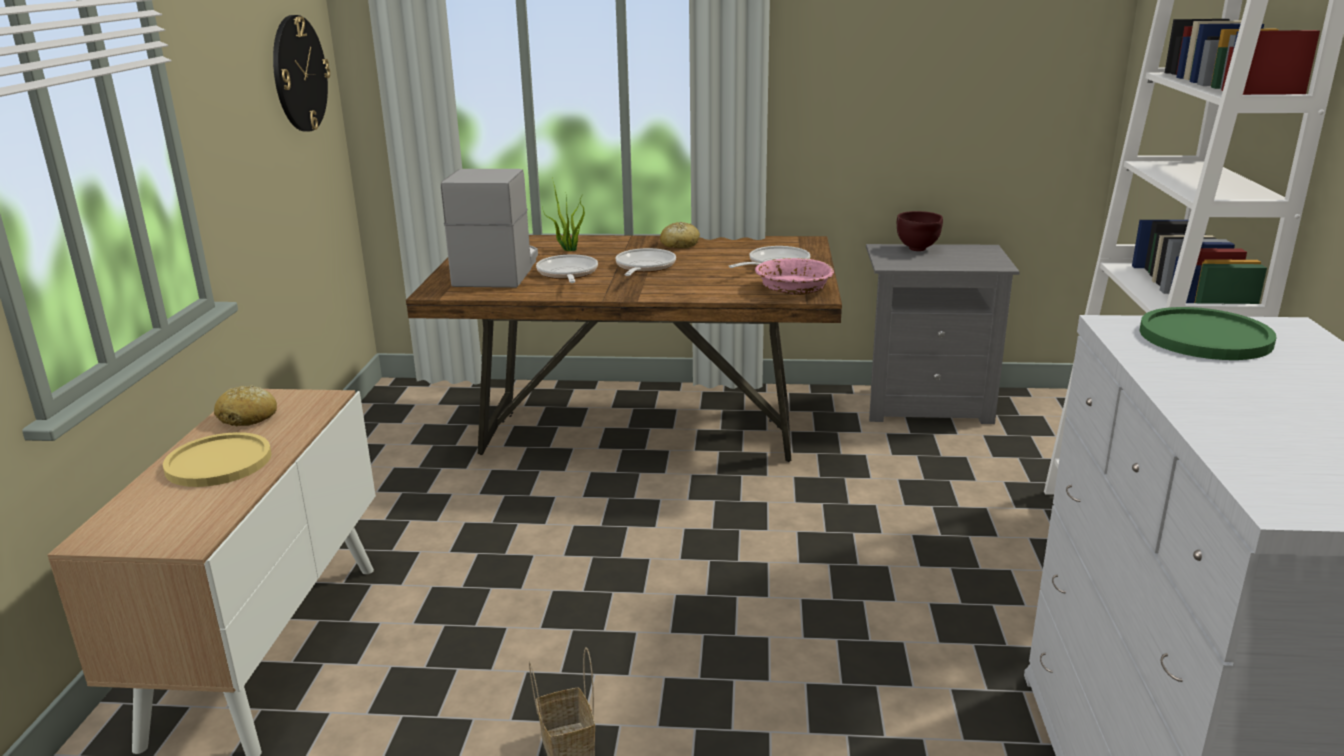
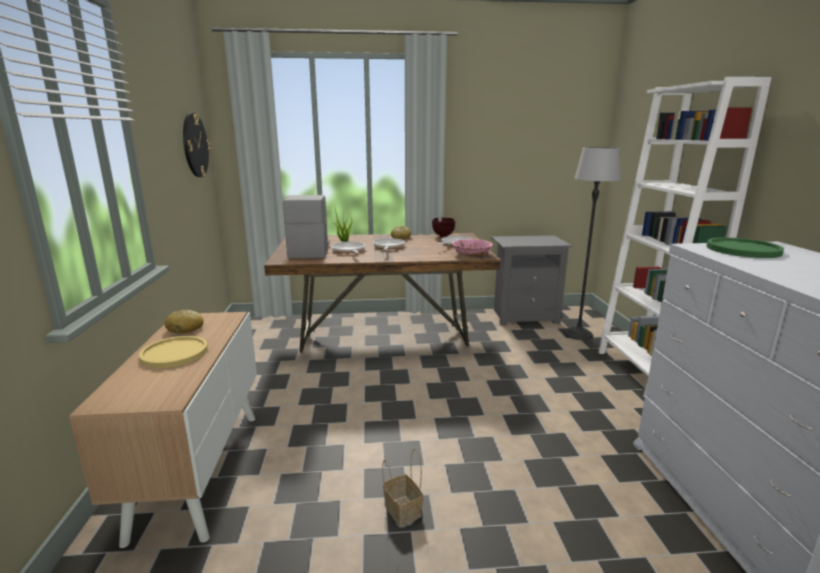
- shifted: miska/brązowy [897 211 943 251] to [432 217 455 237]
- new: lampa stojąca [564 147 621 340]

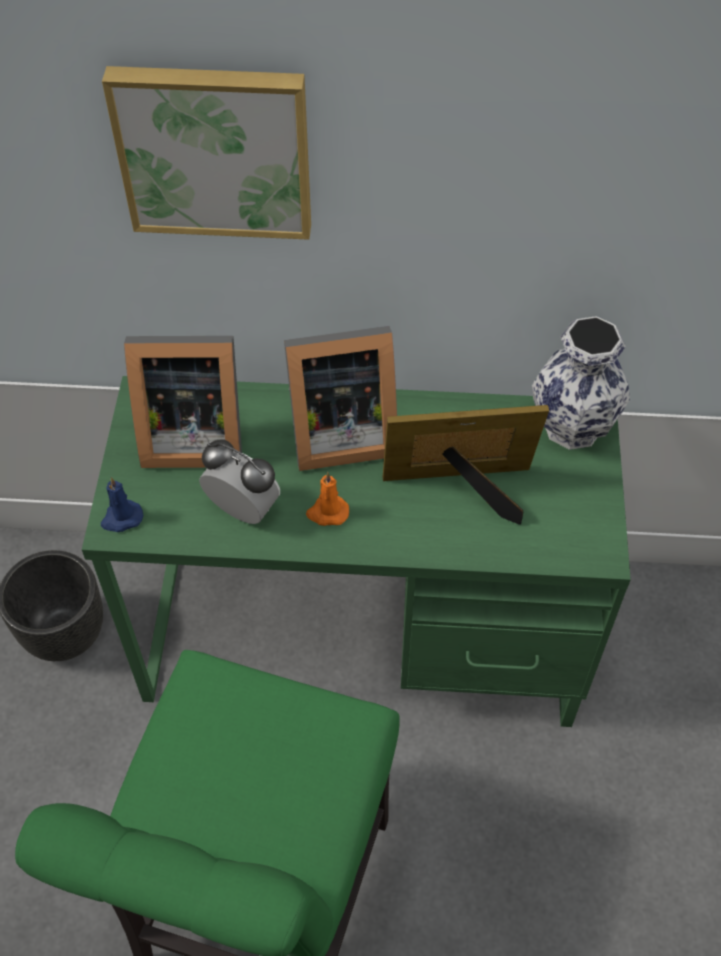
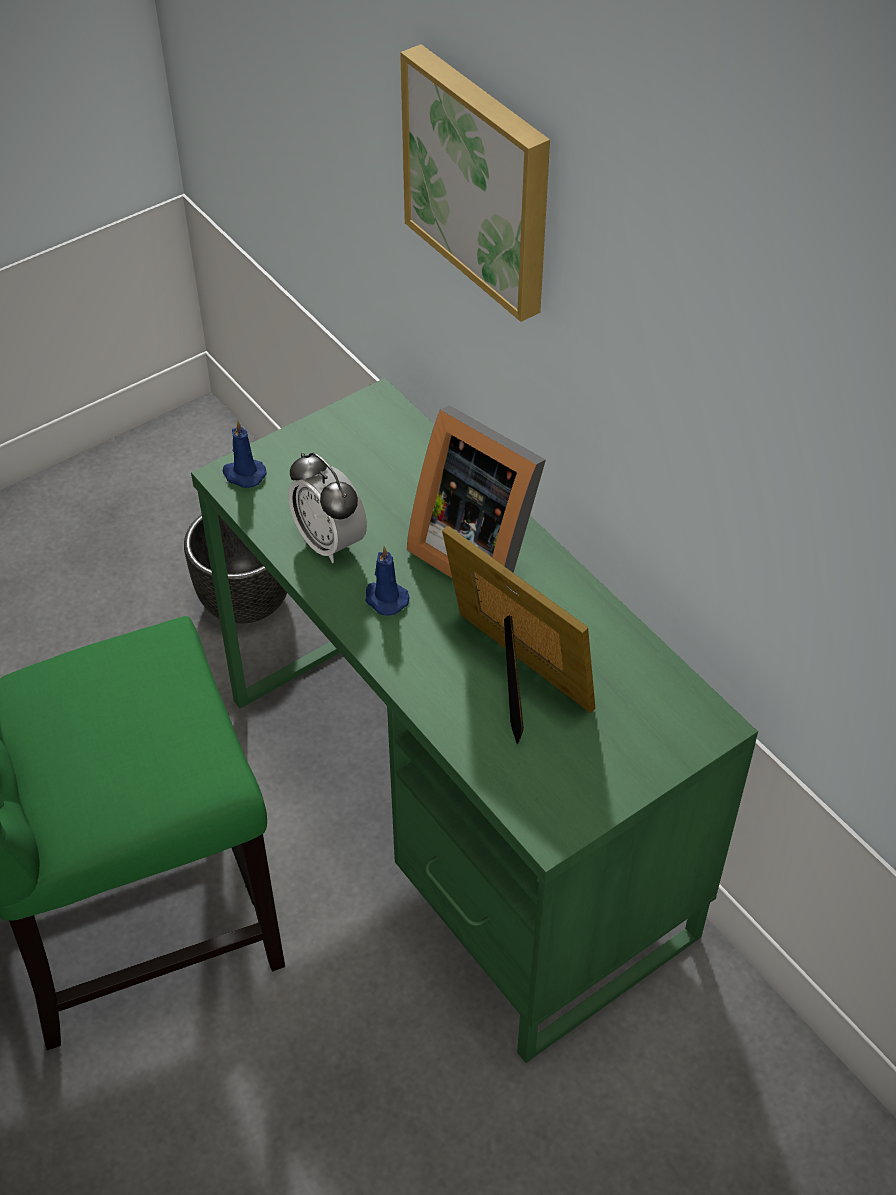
- rotated: budzik [199 439 280 524] = [288 452 367 563] 150 degrees clockwise
- repainted: świeca/pomarańczowy [306 472 349 526] to świeca/niebieski [365 546 410 616]
- gone: ramka na zdjęcie [124 336 242 468]
- gone: wazon [532 316 630 450]

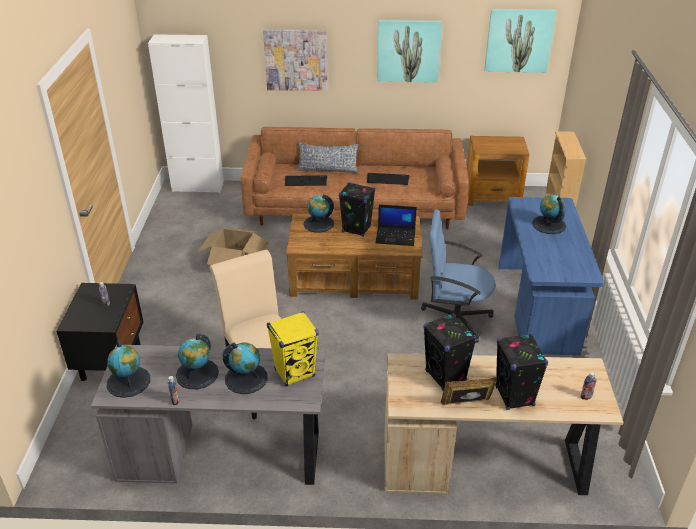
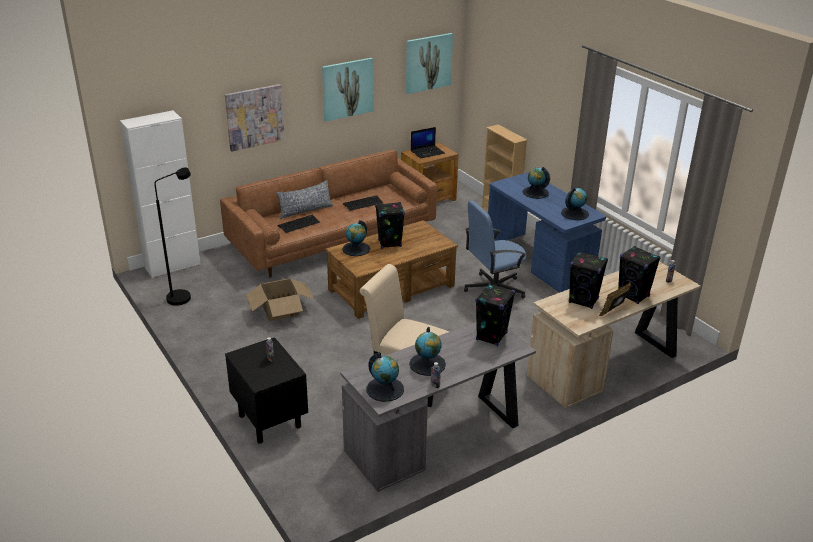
- new: lampa stojąca/czarny [154 168 191 306]
- shifted: laptop [375 205 417 246] to [411 127 445 159]
- repainted: głośnik/żółty [267 311 318 387] to głośnik/czarny [475 283 515 346]
- shifted: globus [222 342 268 394] to [561 187 589 220]

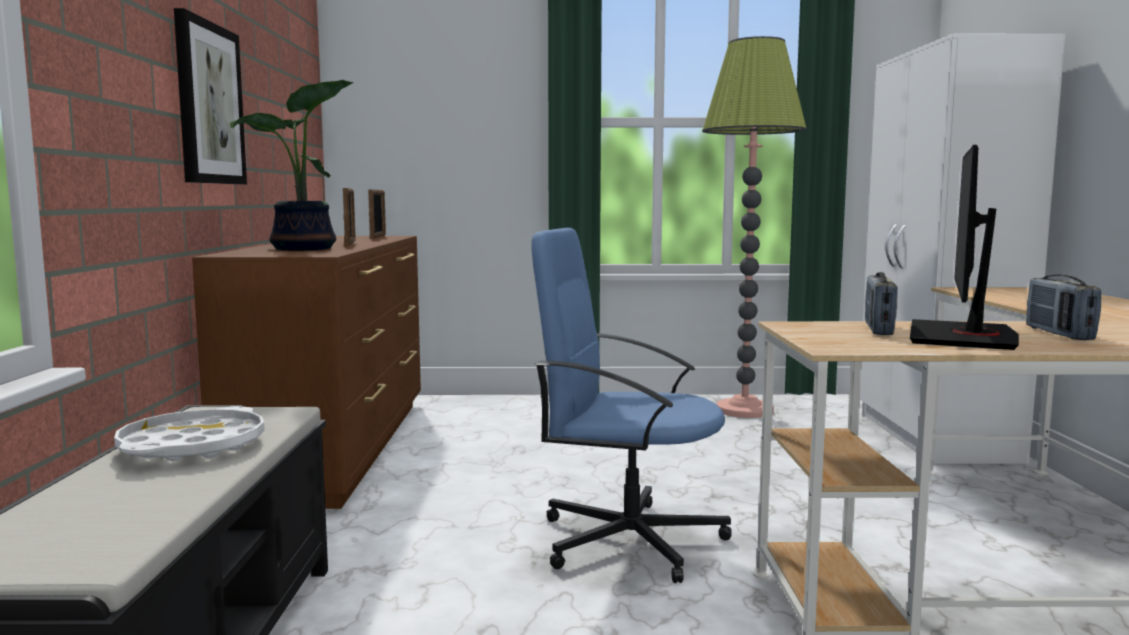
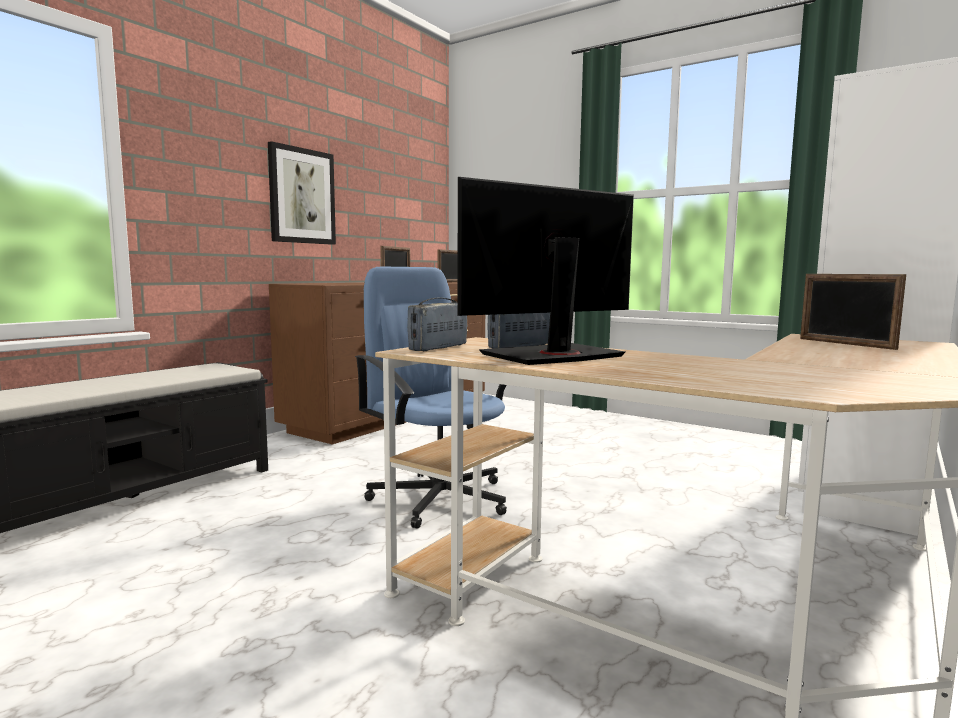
- shifted: radio [1026 275 1101 340] to [407 298 467 351]
- new: ramka na zdjęcie [800 274 906 350]
- gone: taca/biały [114 406 264 461]
- gone: roślina doniczkowa [229 80 354 250]
- gone: lampa stojąca [702 36 807 418]

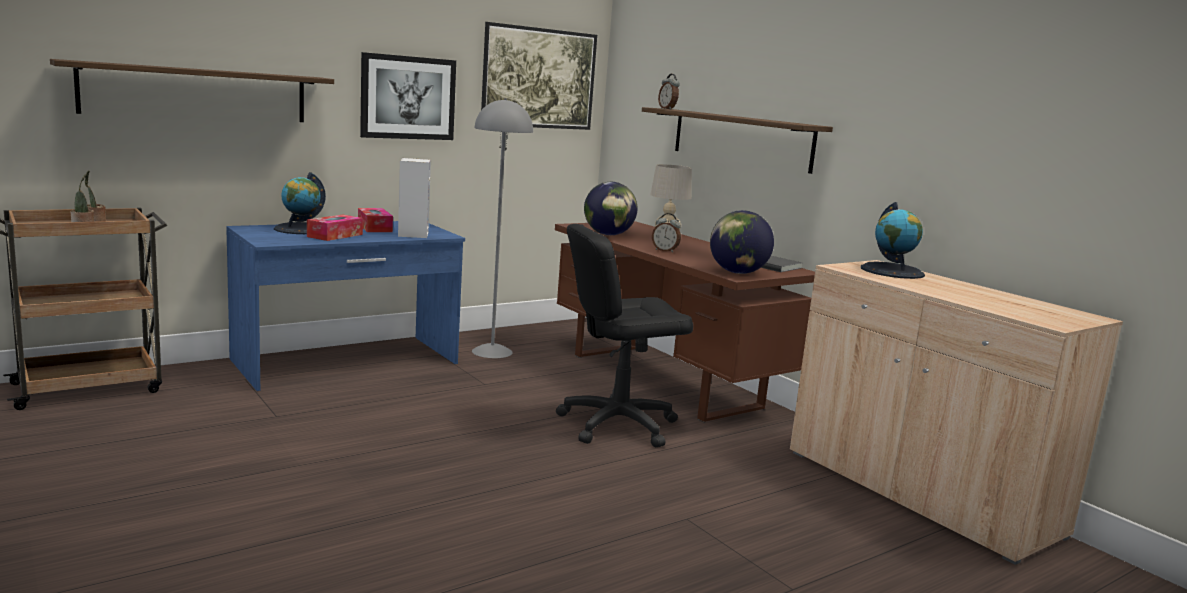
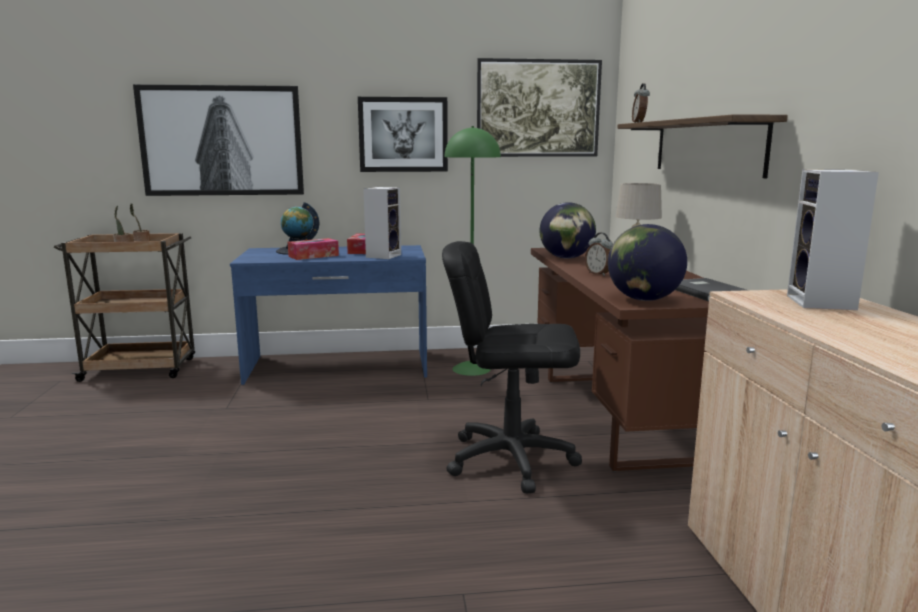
- swapped: półka [50 59 334 122] to obraz [133 84 304 196]
- repainted: lampa stojąca/szary [472 98 533 358] to lampa stojąca/zielony [444 126 501 376]
- swapped: globus [861 202 925 279] to głośnik [787 170 879 310]

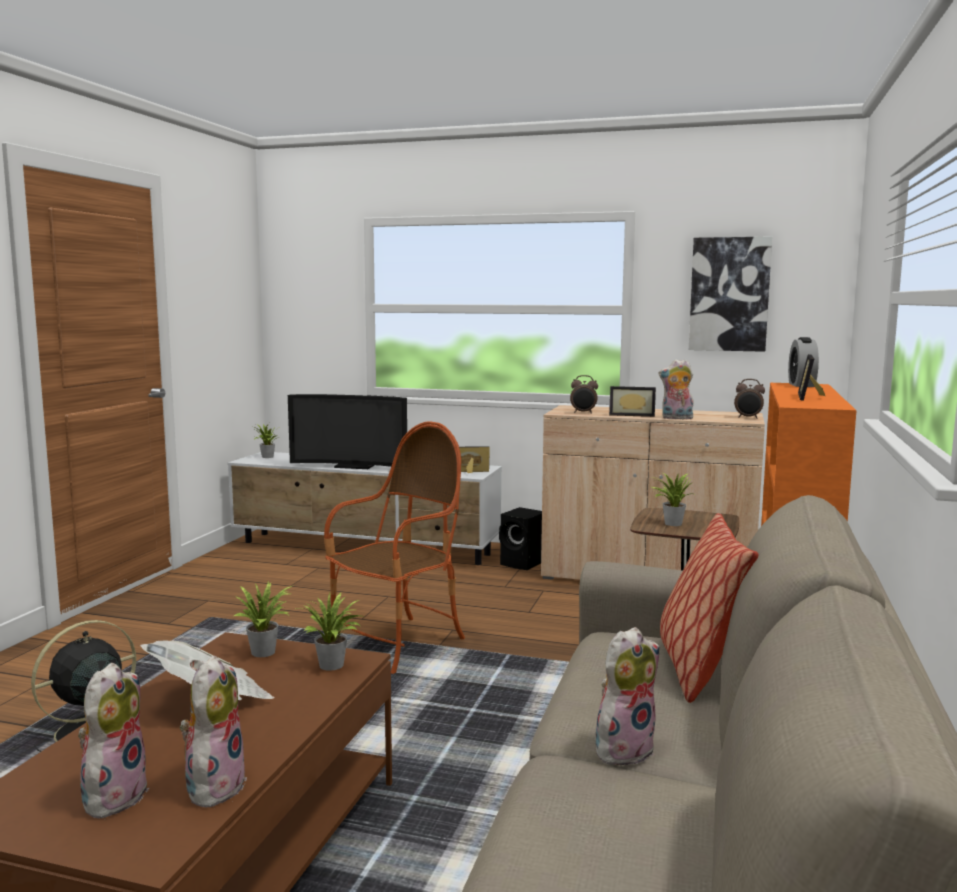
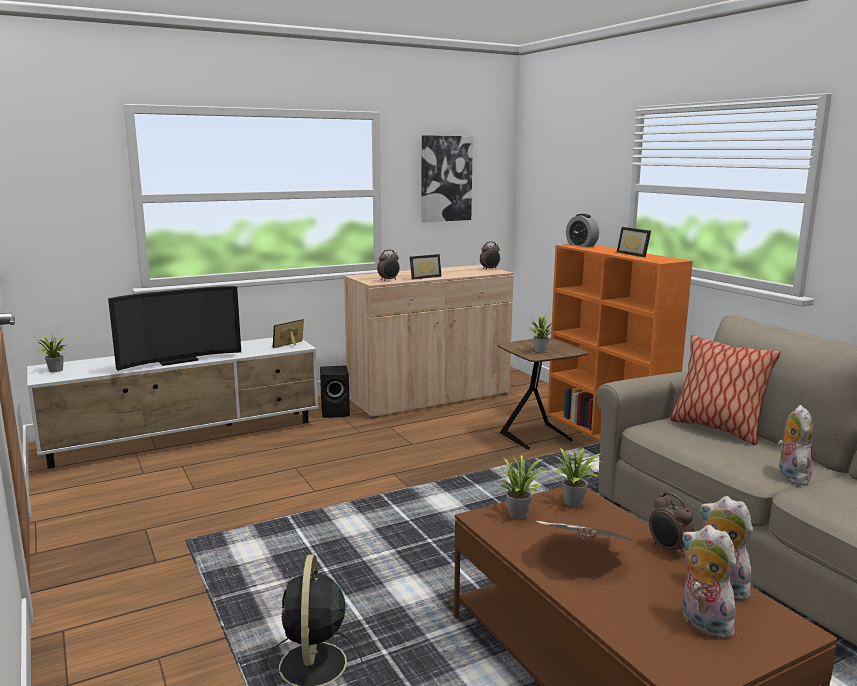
- new: budzik [649 492 694 557]
- gone: fotel [324 421 465 674]
- gone: pluszak [659 359 694 419]

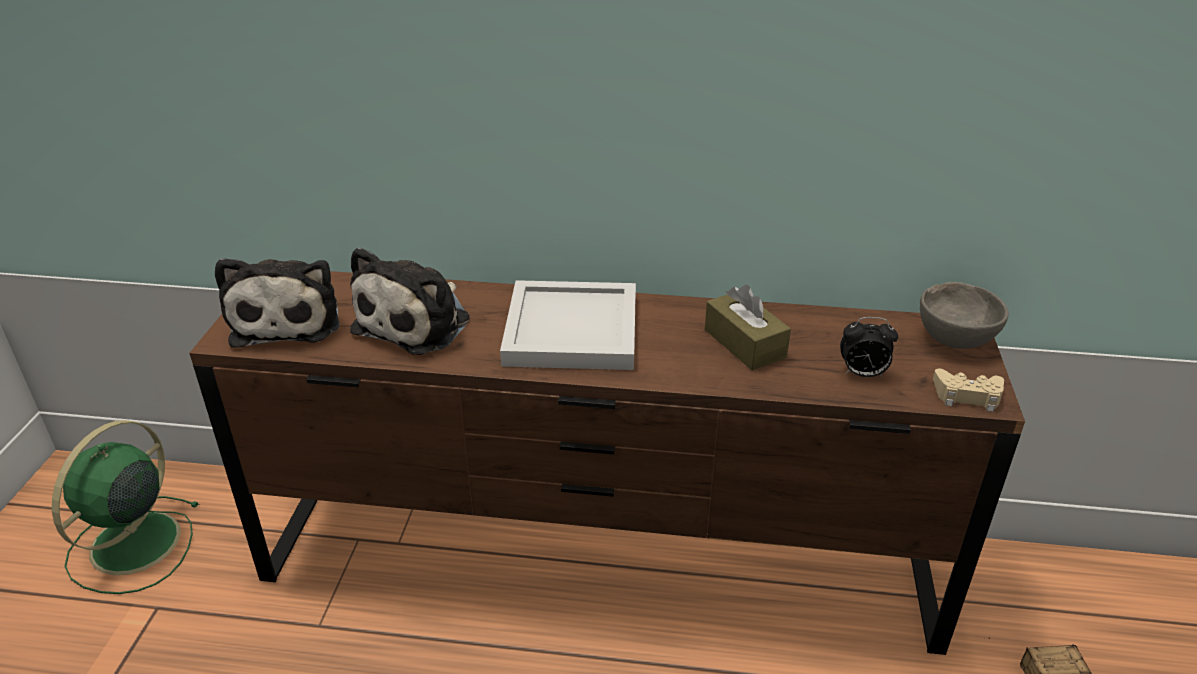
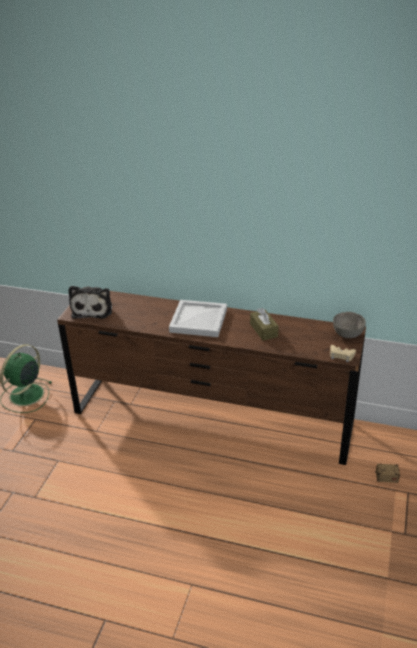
- gone: pluszak [350 247 470 355]
- gone: budzik [840 317 898 377]

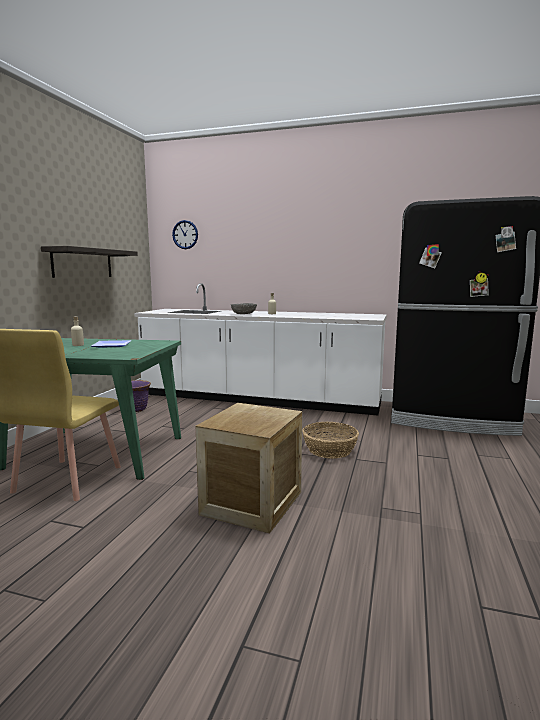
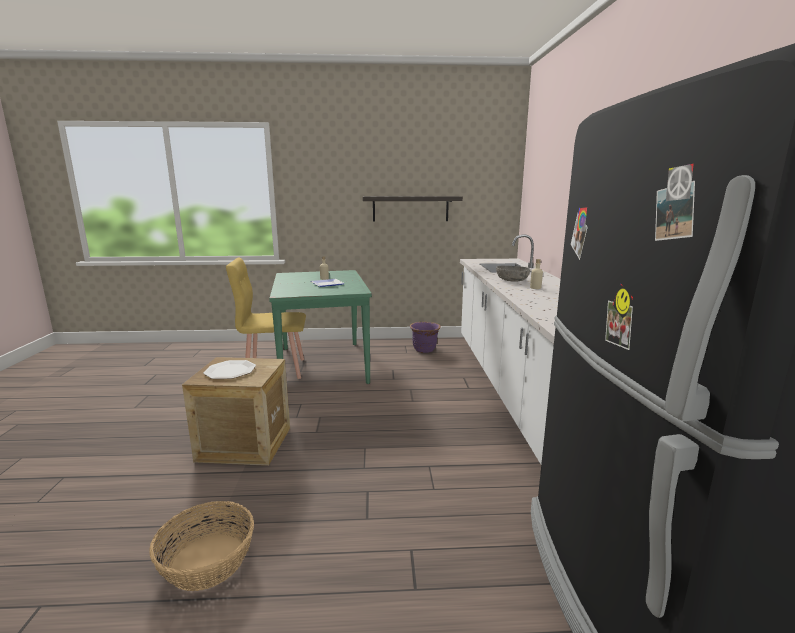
- shifted: koszyk [302 422 359 459] to [149 501 254 591]
- new: talerz [203 360 256 379]
- gone: zegar ścienny [172 220 198 249]

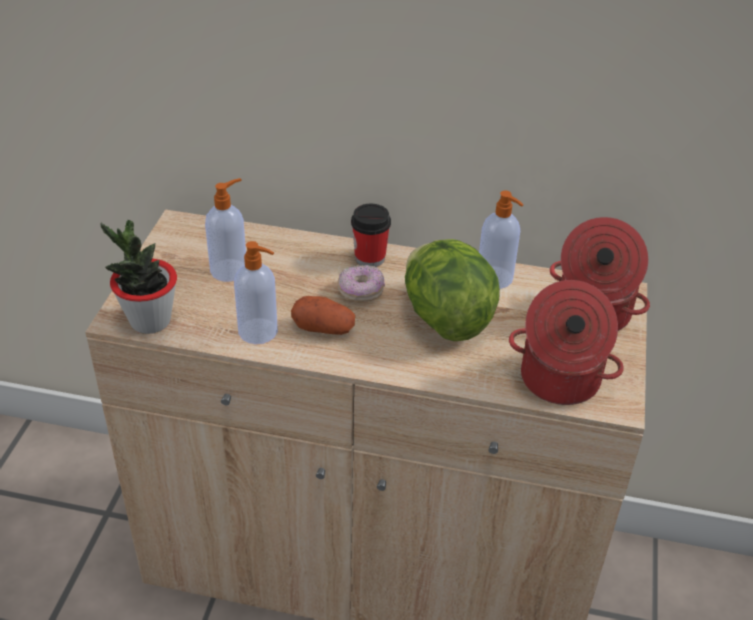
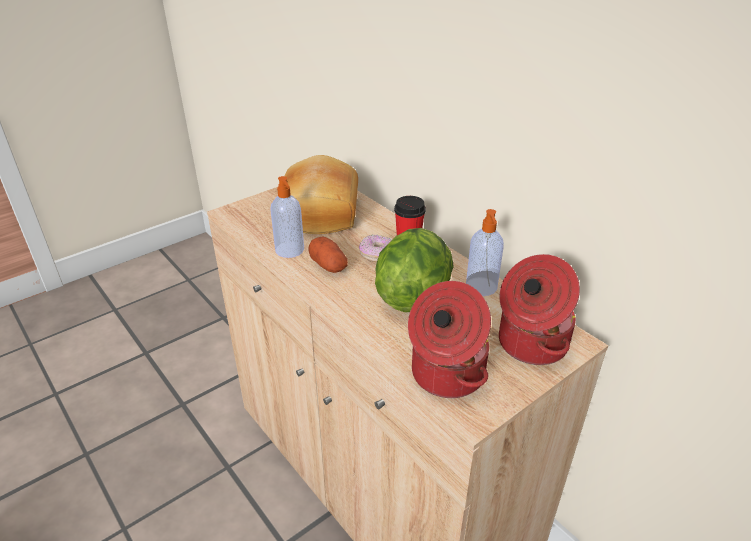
- swapped: dozownik mydła [205 178 246 282] to chleb [285 155 358 234]
- gone: roślina doniczkowa [100 219 177 334]

